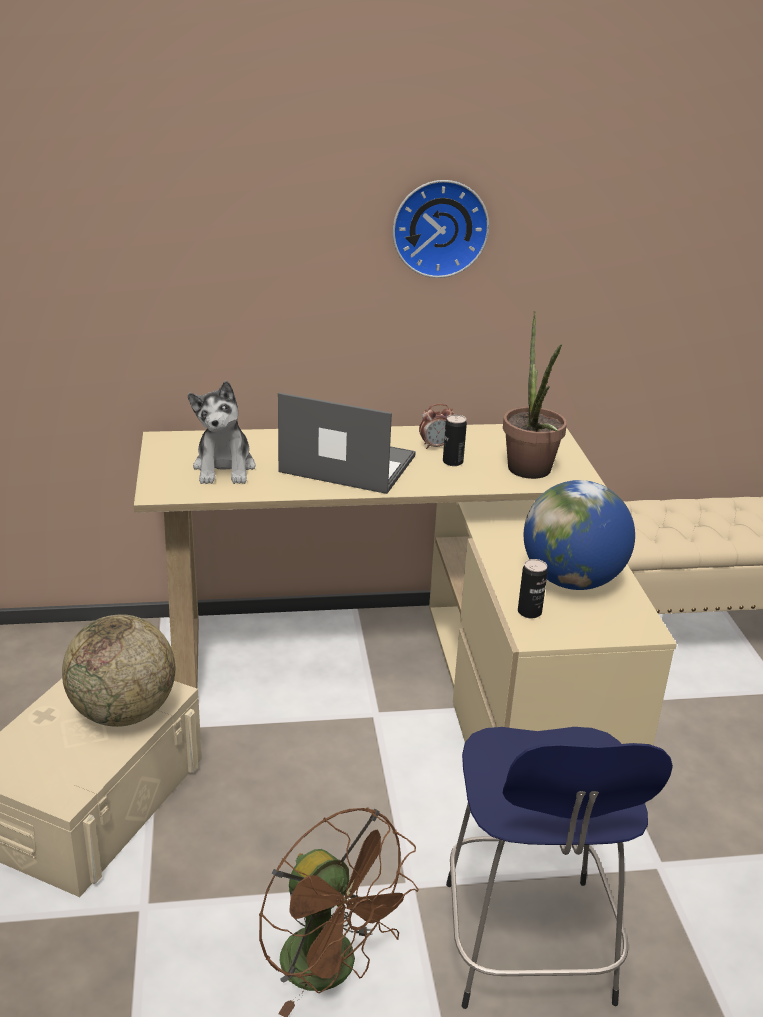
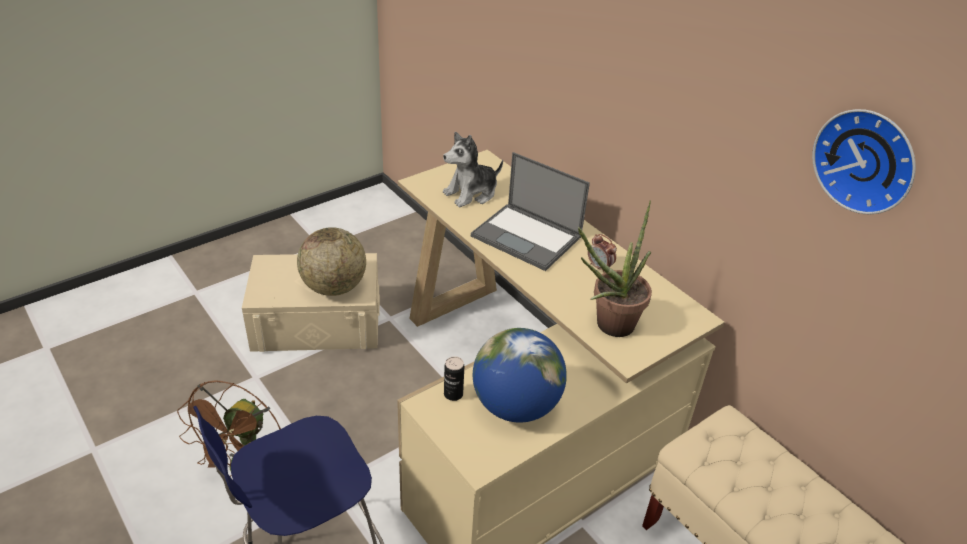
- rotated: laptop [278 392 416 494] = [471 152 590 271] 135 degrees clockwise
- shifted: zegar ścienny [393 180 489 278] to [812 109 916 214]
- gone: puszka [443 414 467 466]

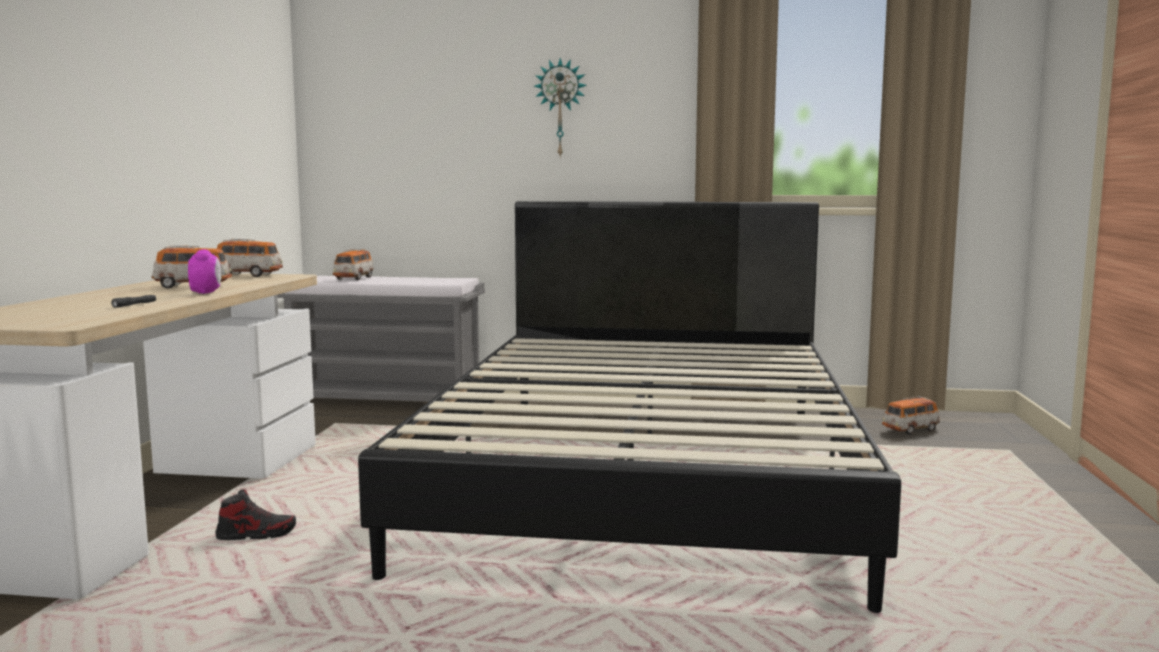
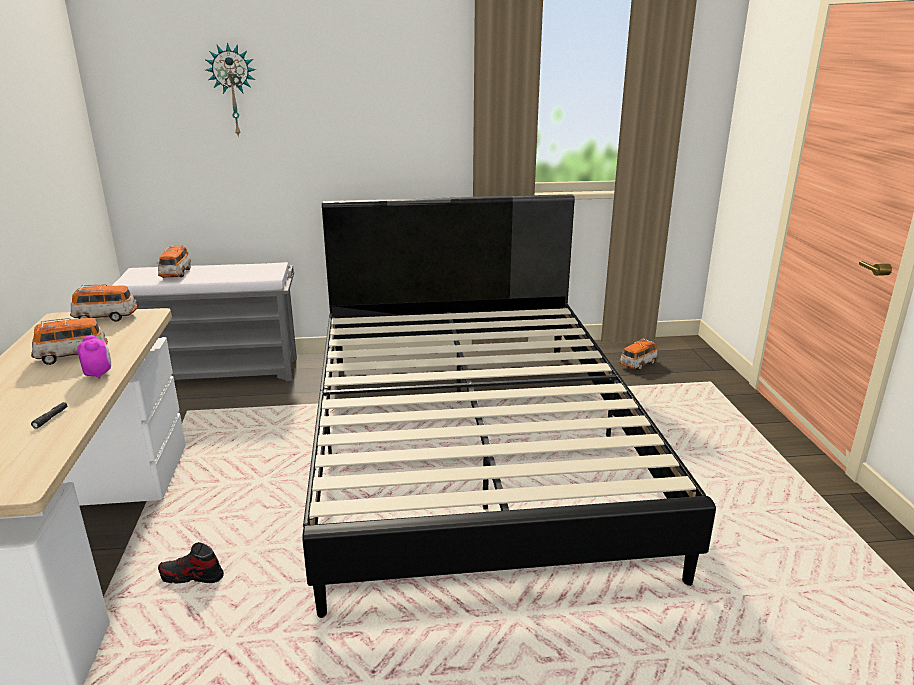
- rotated: but [215 489 296 540] = [158 542 224 583] 150 degrees counterclockwise
- shifted: zegar ścienny [534 58 587 158] to [205 42 256 138]

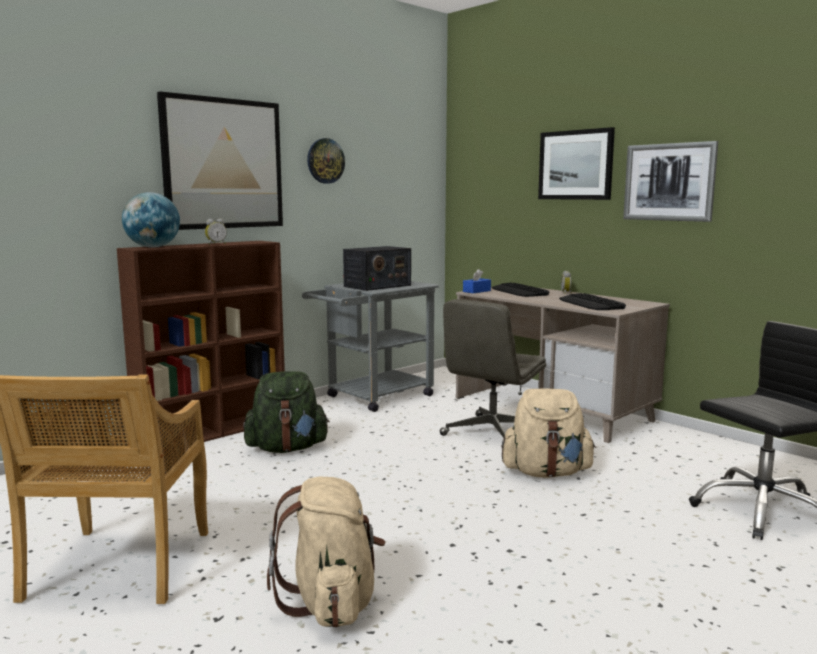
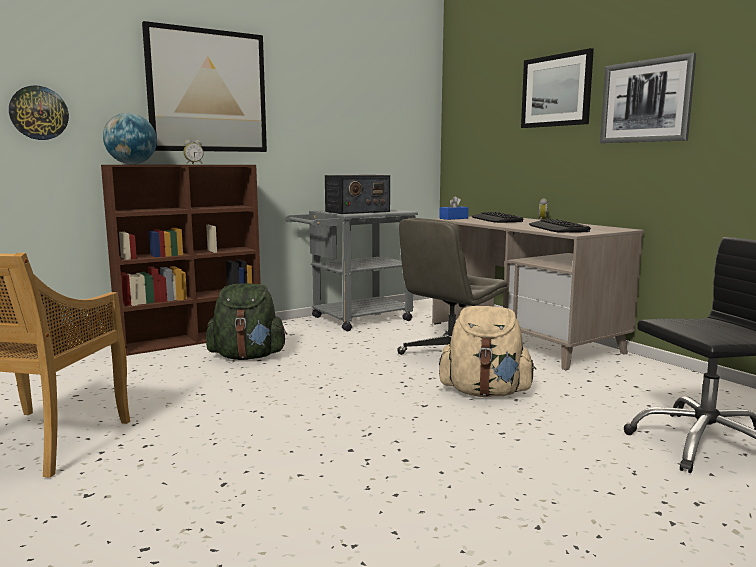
- shifted: zegar ścienny [307 138 345 184] to [9 85 69 140]
- gone: plecak/beżowy [267 476 385 628]

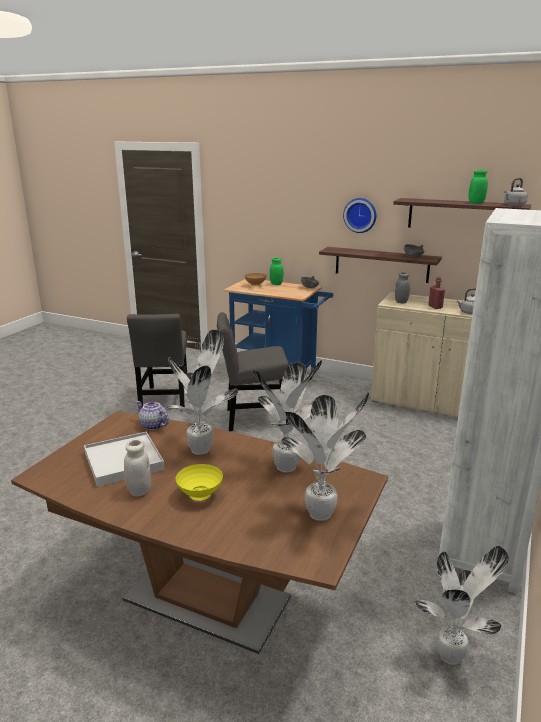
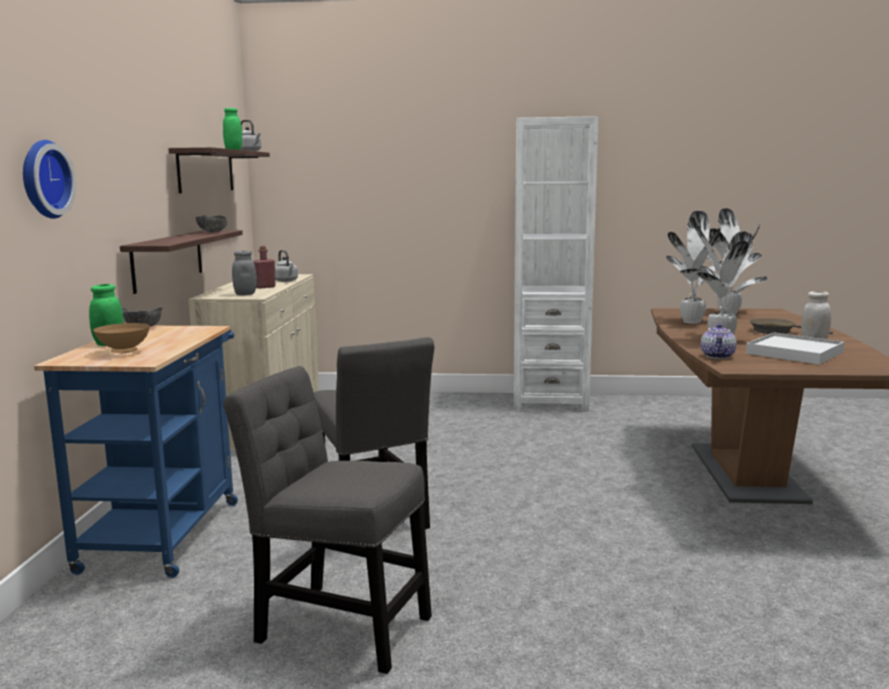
- shifted: zegar ścienny [343 198 376 233] to [23 140 76 219]
- rotated: krzesło/szary [127 314 187 411] = [223 366 432 674] 135 degrees counterclockwise
- swapped: miska/żółty [176 464 223 501] to patelnia/brązowy [749 318 833 334]
- gone: roślina doniczkowa [415 546 509 665]

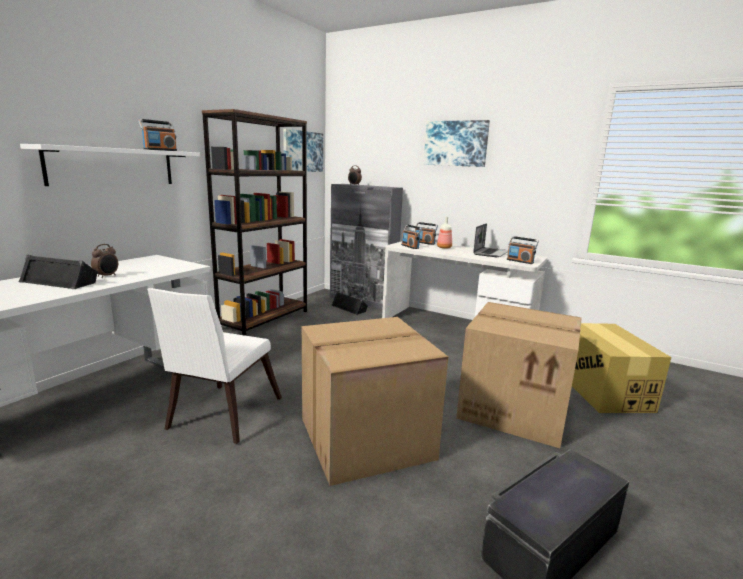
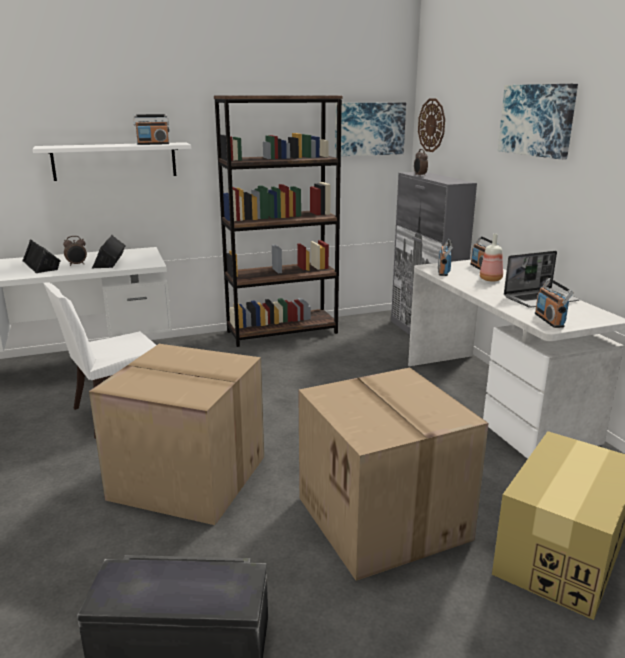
- shifted: głośnik/czarny [331 292 368 315] to [92 235 126 269]
- new: zegar ścienny [418 98 445 152]

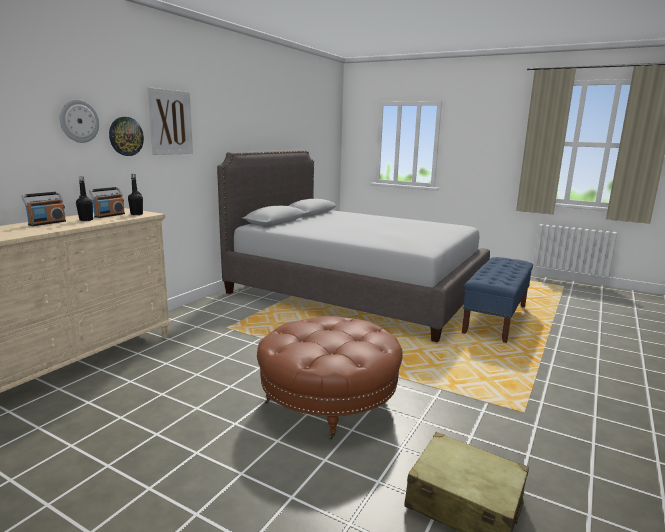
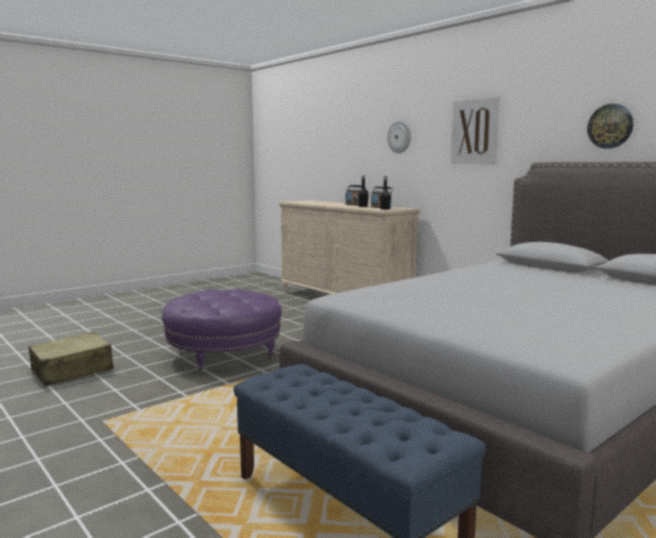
- repainted: pufa/brązowy [257 316 403 440] to pufa/fioletowy [162 289 282 373]
- shifted: zegar ścienny [109 117 144 156] to [587 104 633 149]

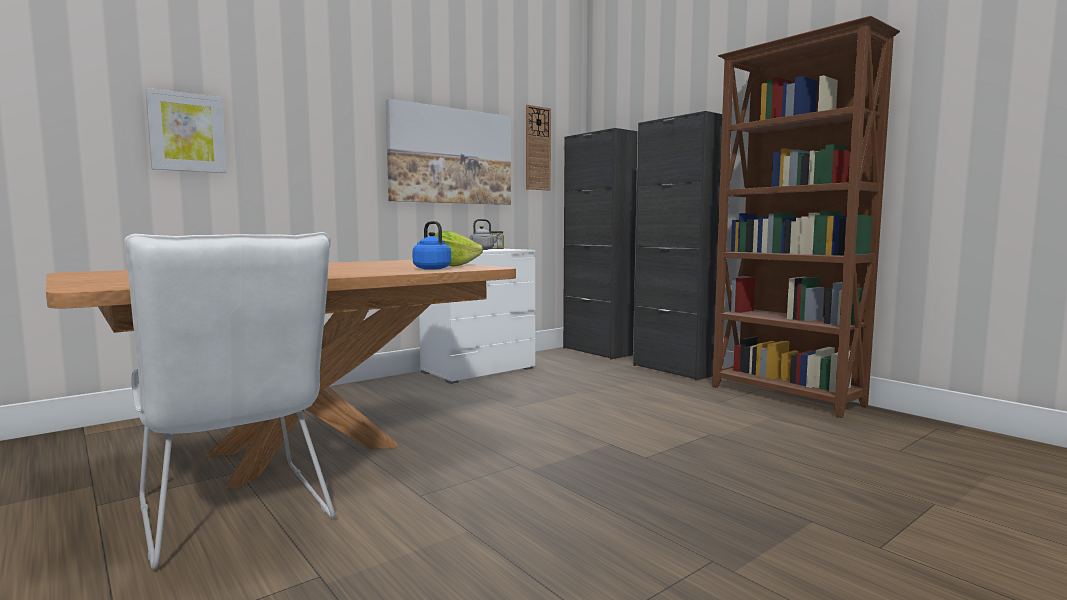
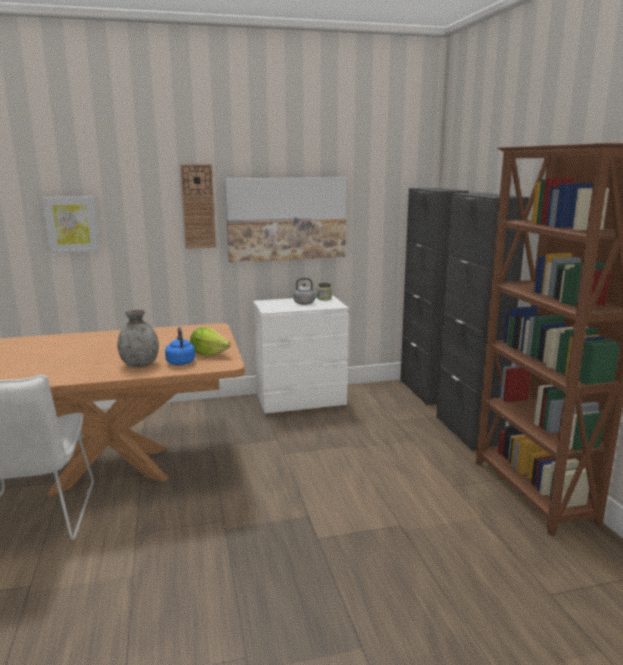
- new: wazon/szary [117 309 159 368]
- shifted: zegar ścienny [526 105 551 191] to [180 164 216 249]

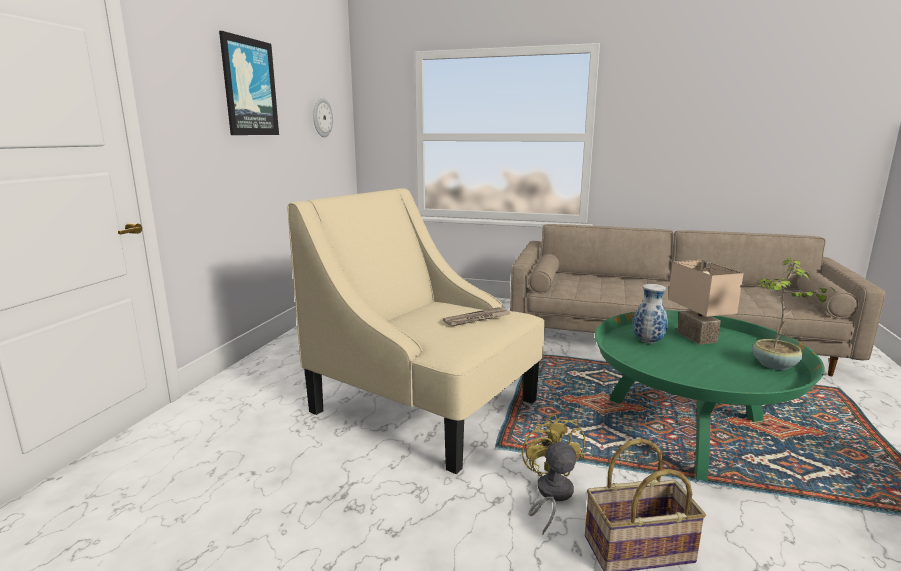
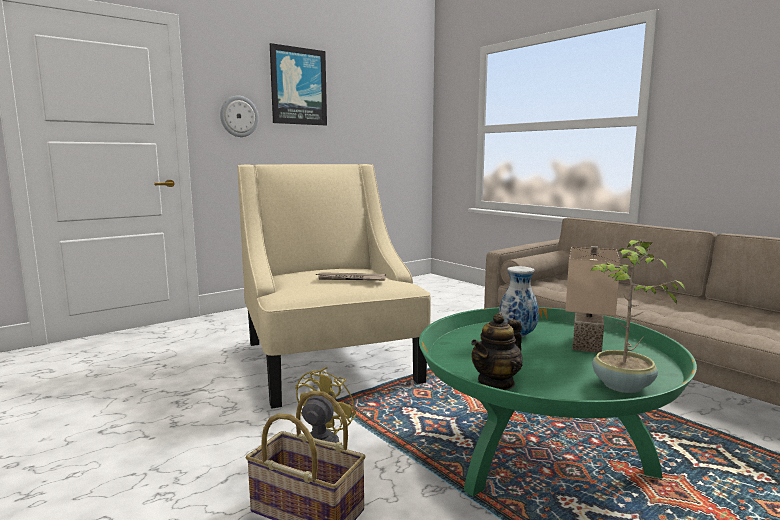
- shifted: zegar ścienny [313 98 333 137] to [220 96 259 137]
- new: imbryk [471 313 523 390]

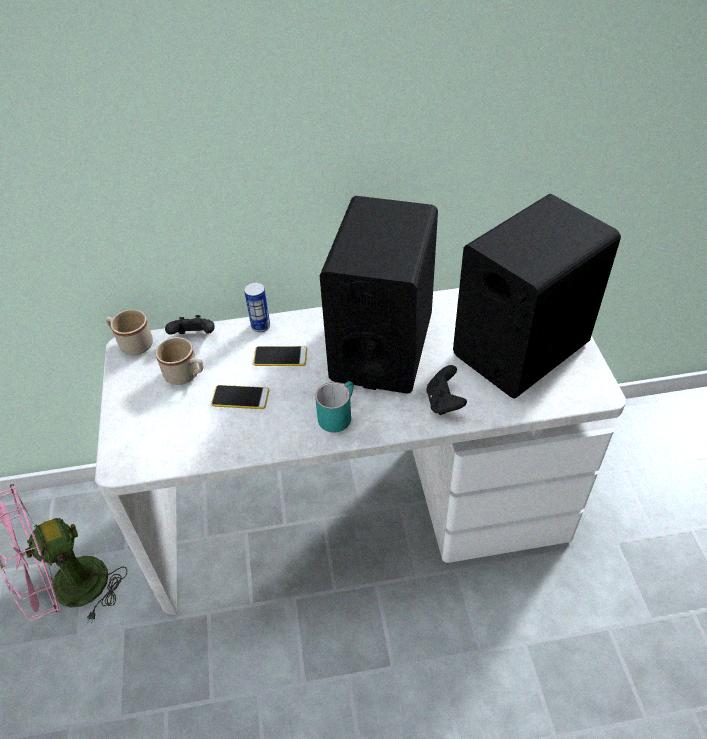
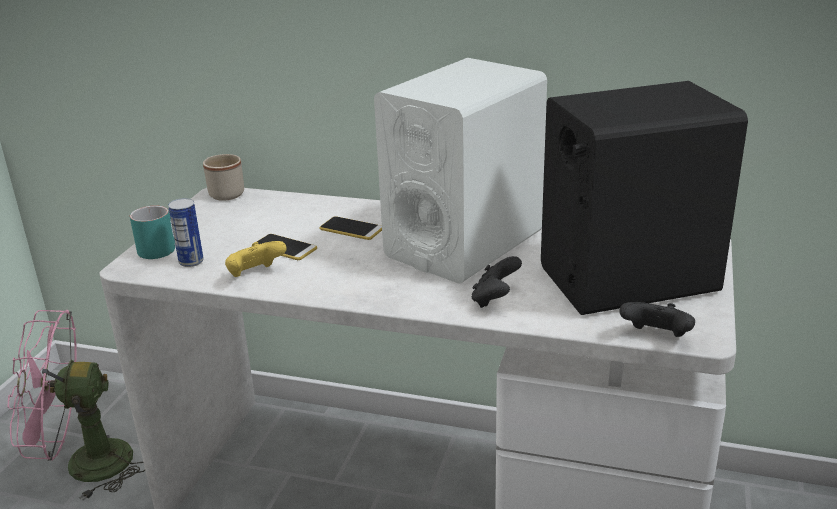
- shifted: kubek/turkusowy [315 381 354 433] to [130 206 175 259]
- shifted: puszka [244 282 270 333] to [168 198 204 267]
- new: pad do gier/żółty [225 241 287 277]
- repainted: głośnik/czarny [320 196 438 394] to głośnik/biały [374 58 547 284]
- shifted: pad do gier/czarny [165 315 215 335] to [619 302 695 337]
- gone: kubek/beżowy [155 337 203 385]

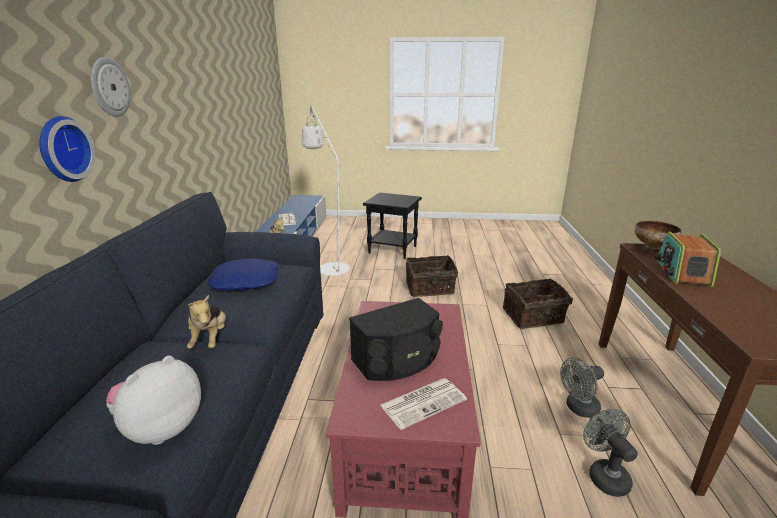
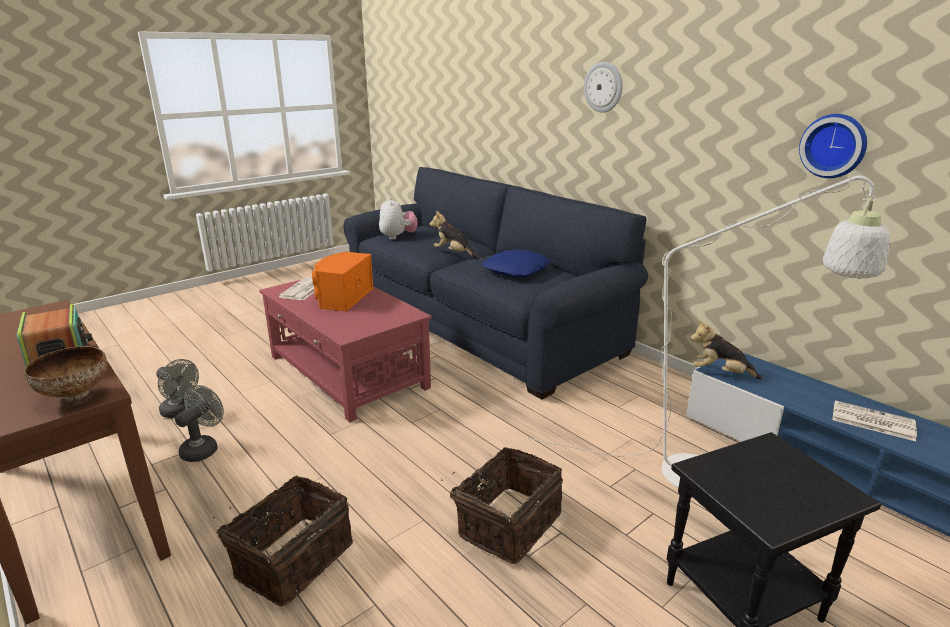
- repainted: głośnik/czarny [349 298 443 381] to głośnik/pomarańczowy [312 252 374 311]
- shifted: zegar ścienny [39 116 95 182] to [799 114 867 178]

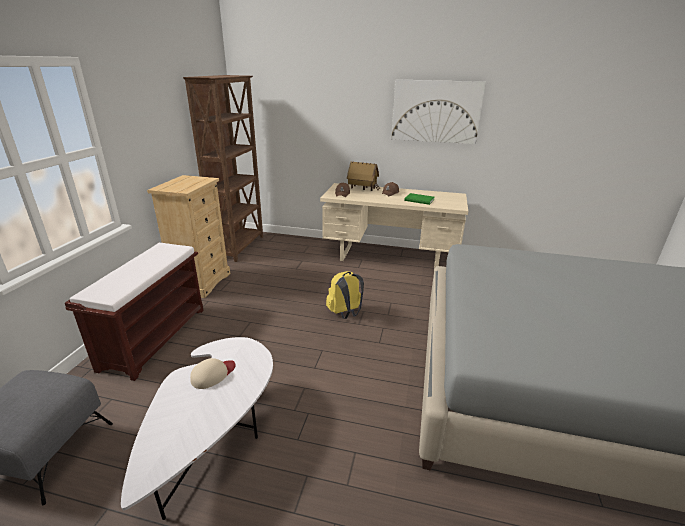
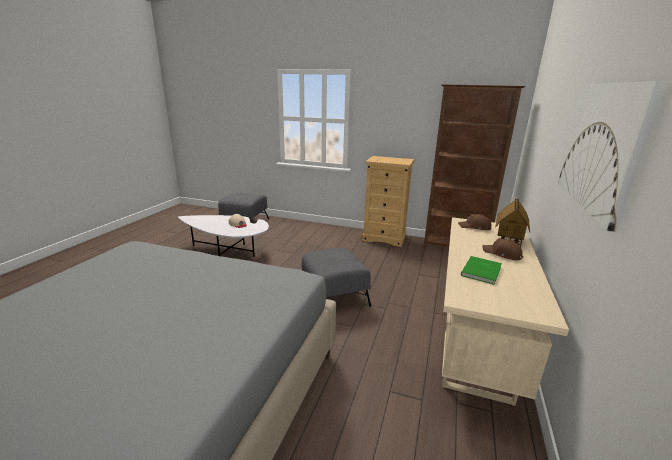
- swapped: plecak/żółty [326 271 364 319] to pufa/szary [302 248 371 307]
- gone: ławka/brązowy [65 243 204 381]

